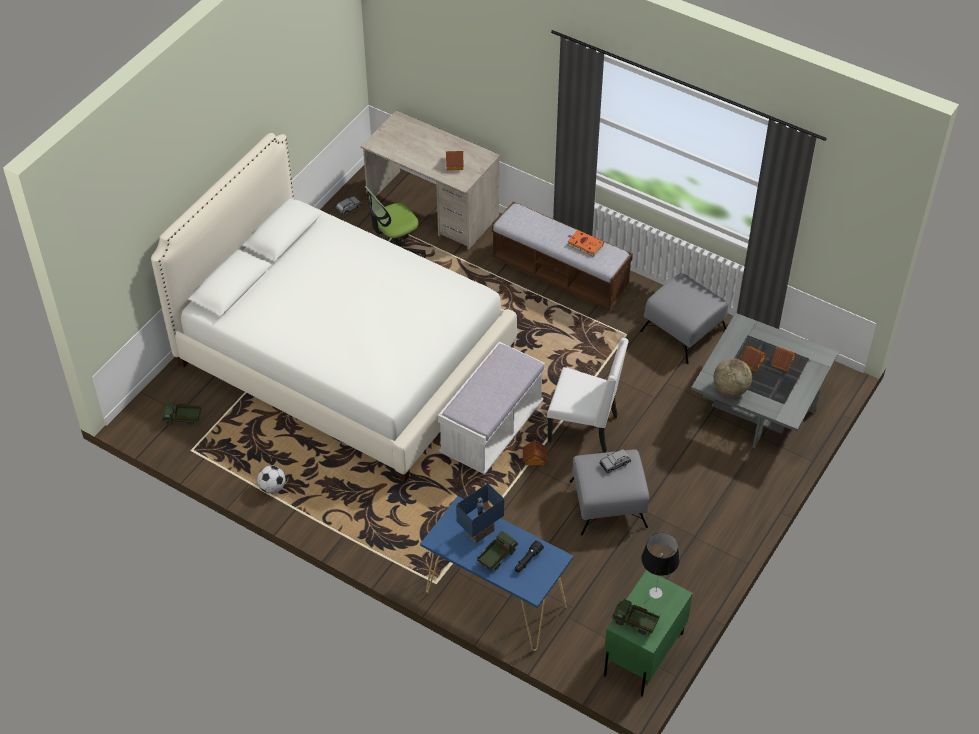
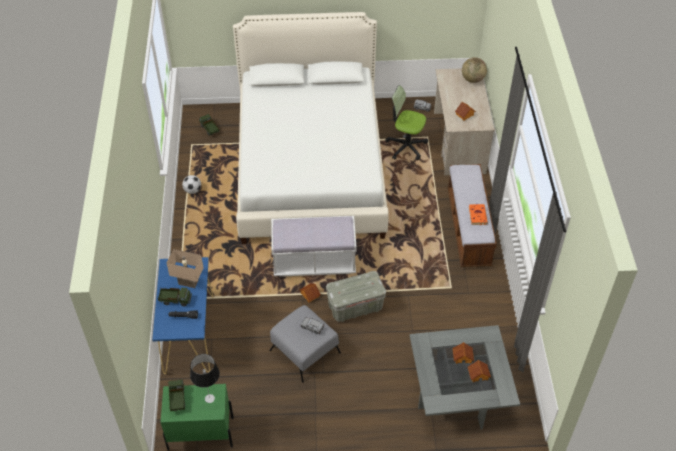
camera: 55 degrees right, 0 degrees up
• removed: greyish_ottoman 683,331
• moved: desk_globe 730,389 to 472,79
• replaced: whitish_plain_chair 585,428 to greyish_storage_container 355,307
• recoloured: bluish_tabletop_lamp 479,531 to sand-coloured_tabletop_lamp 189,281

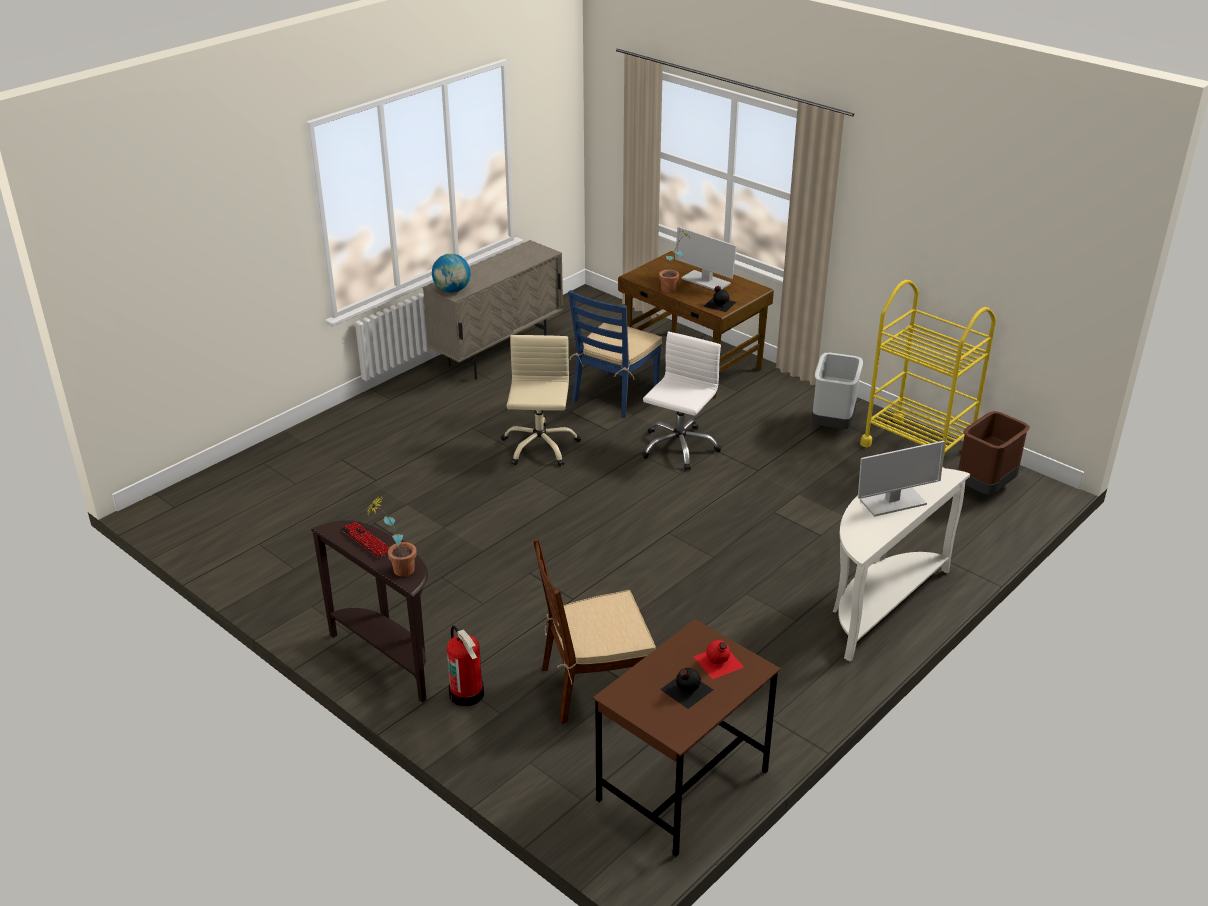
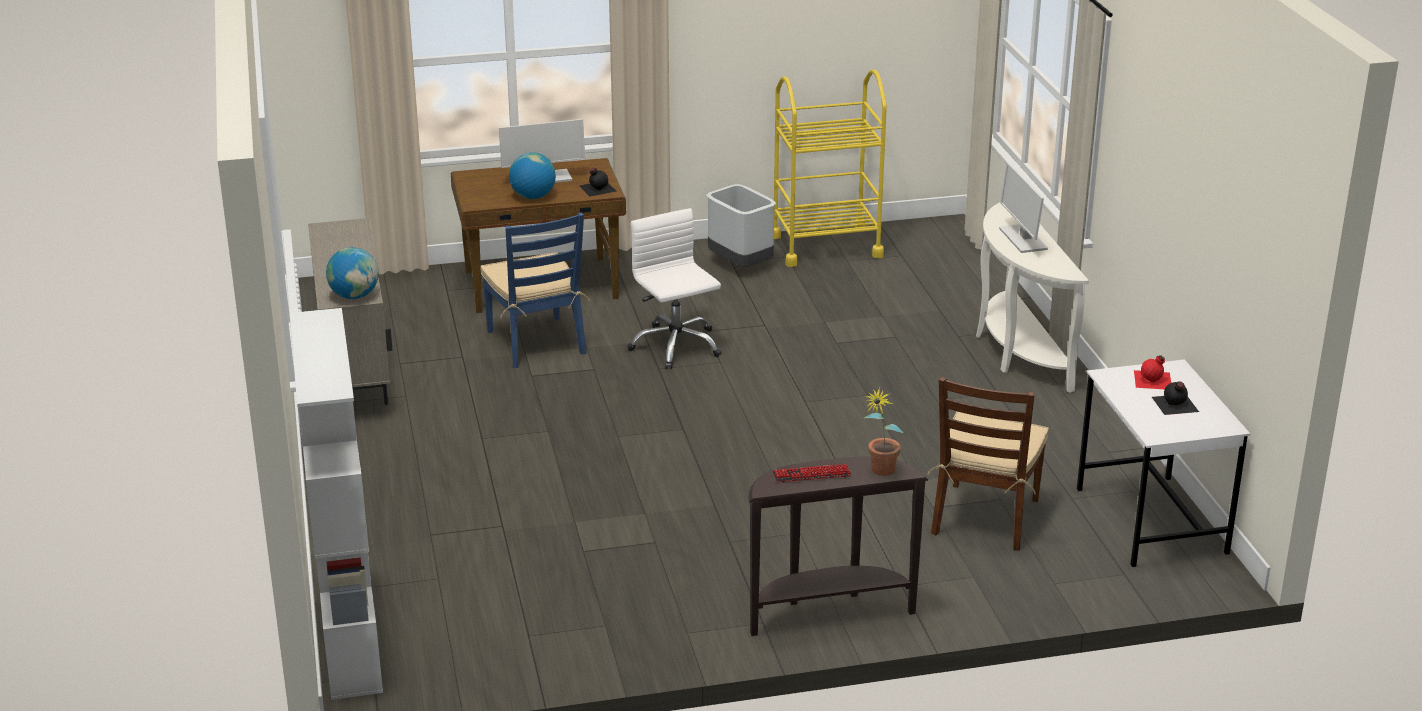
camera: 55 degrees left, 5 degrees down
• removed: fire-fighting_cylinder 467,694
• removed: sand-coloured_desk_chair 539,446
• removed: brown-coloured_rubbish_bin 984,487
• added: whitish_bookshelf 350,641
• replaced: houseplant 673,289 to desk_globe 533,197
• recoloured: brown-coloured_desk_table 683,787 to whitish_desk_table 1152,521
• turned: computer_display 892,503 = 1022,239 150 degrees clockwise

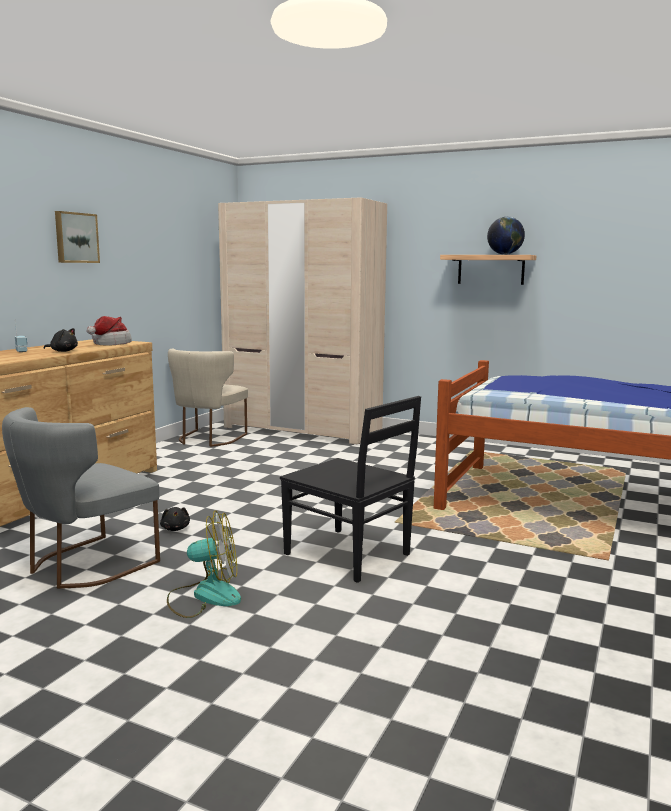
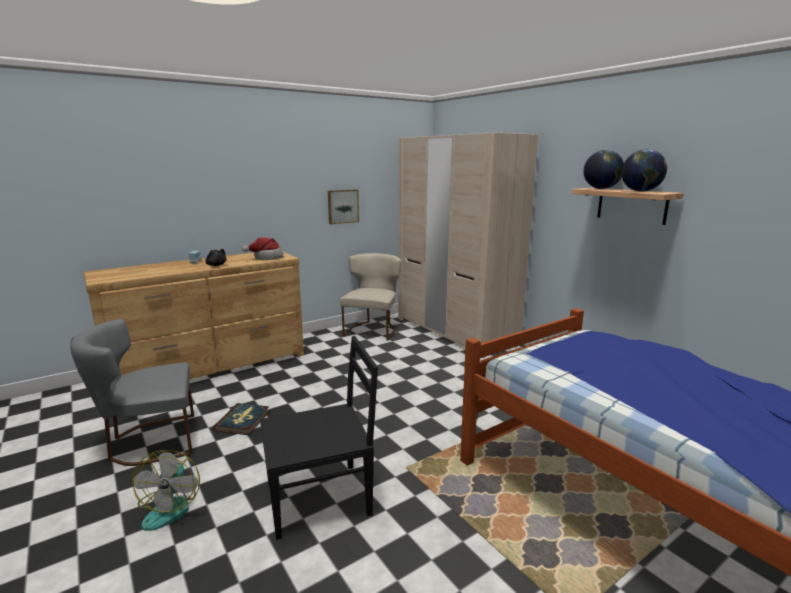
camera: 30 degrees right, 5 degrees up
• added: desk_globe 601,189
• moved: wall_picture 76,238 to 342,206
• replaced: black_soft_toy 175,529 to volume 243,421
• turned: cooling_fan 205,596 = 170,507 60 degrees clockwise
• turned: sand-coloured_plain_chair 208,439 = 373,329 150 degrees clockwise
• turned: black_plain_chair 349,555 = 321,498 90 degrees counterclockwise

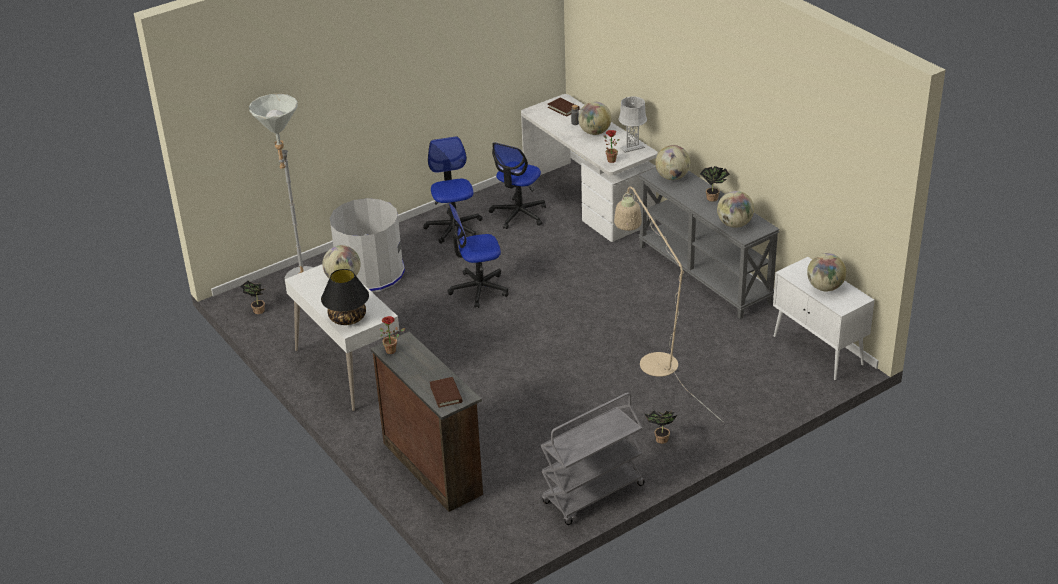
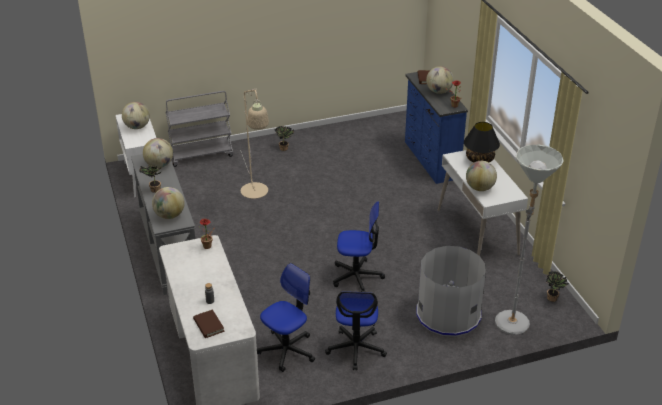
camera: 165 degrees left, 0 degrees up
• removed: greyish_tabletop_lamp 632,147
• moved: greyish_cart 593,495 to 201,154
• moved: desk_globe 594,132 to 439,91
• recoloured: brown-coloured_dresser 433,467 to bluish_dresser 430,160

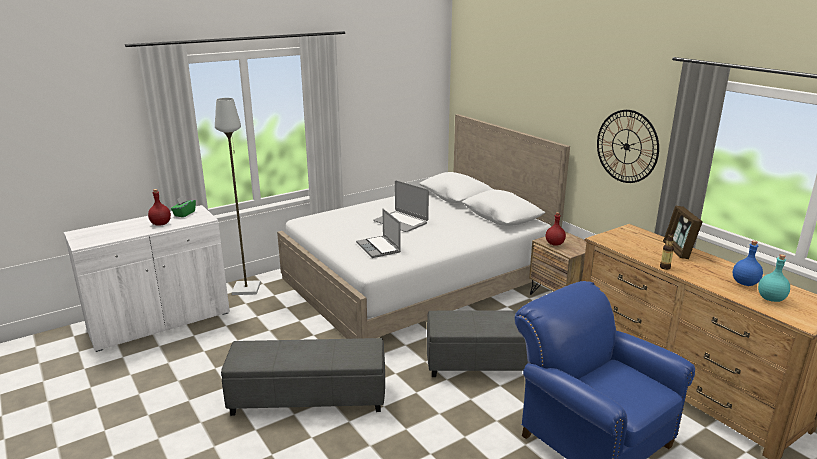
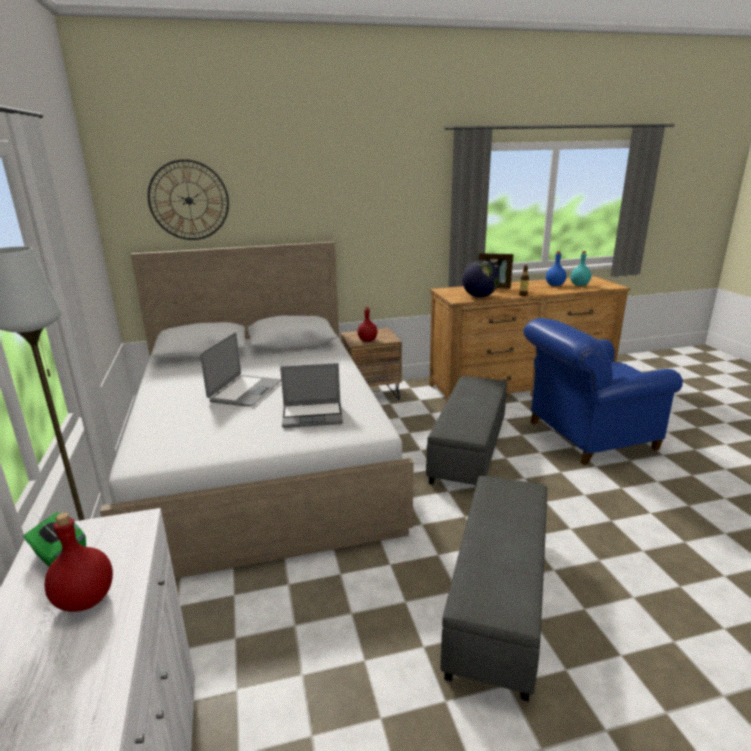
camera: 70 degrees left, 0 degrees up
• added: desk_globe 479,296
• moved: clock_on_the_wall 626,146 to 189,200
• turned: notebook_computer 401,222 = 245,391 45 degrees counterclockwise

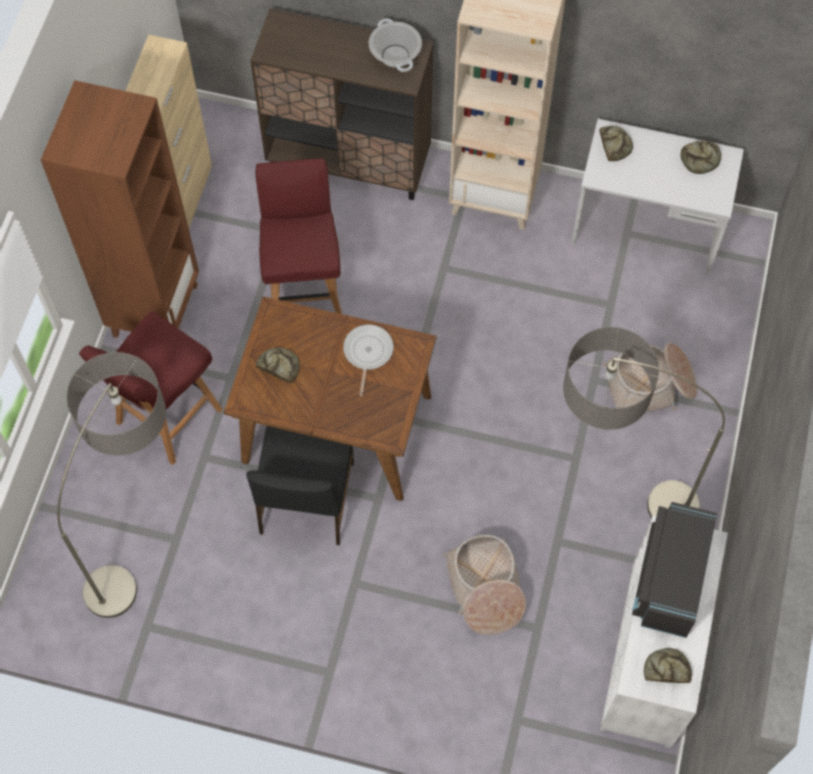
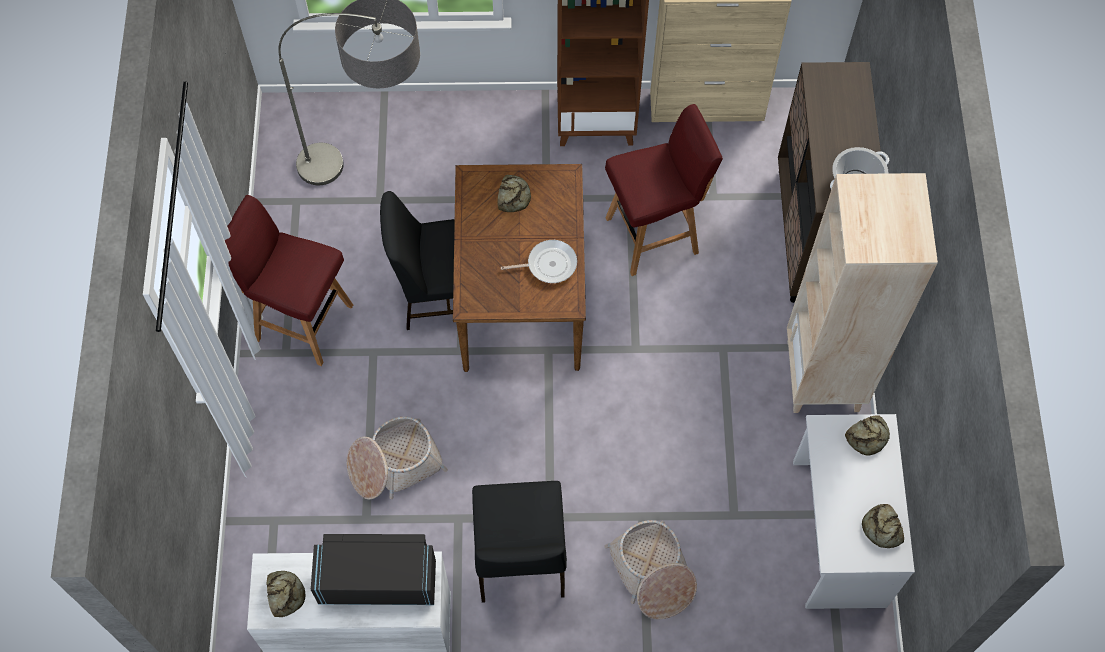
camera: 75 degrees right, 0 degrees up
• moved: red-coloured_stool_seat 167,418 to 301,321
• replaced: standard_lamp 610,495 to black_plain_chair 519,558

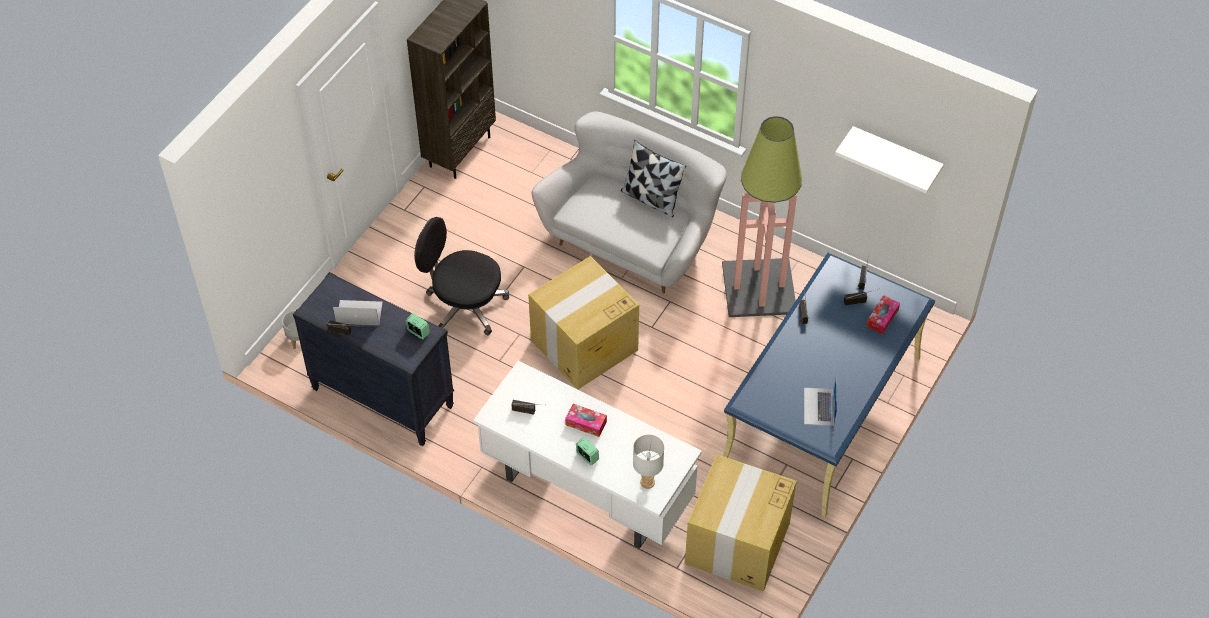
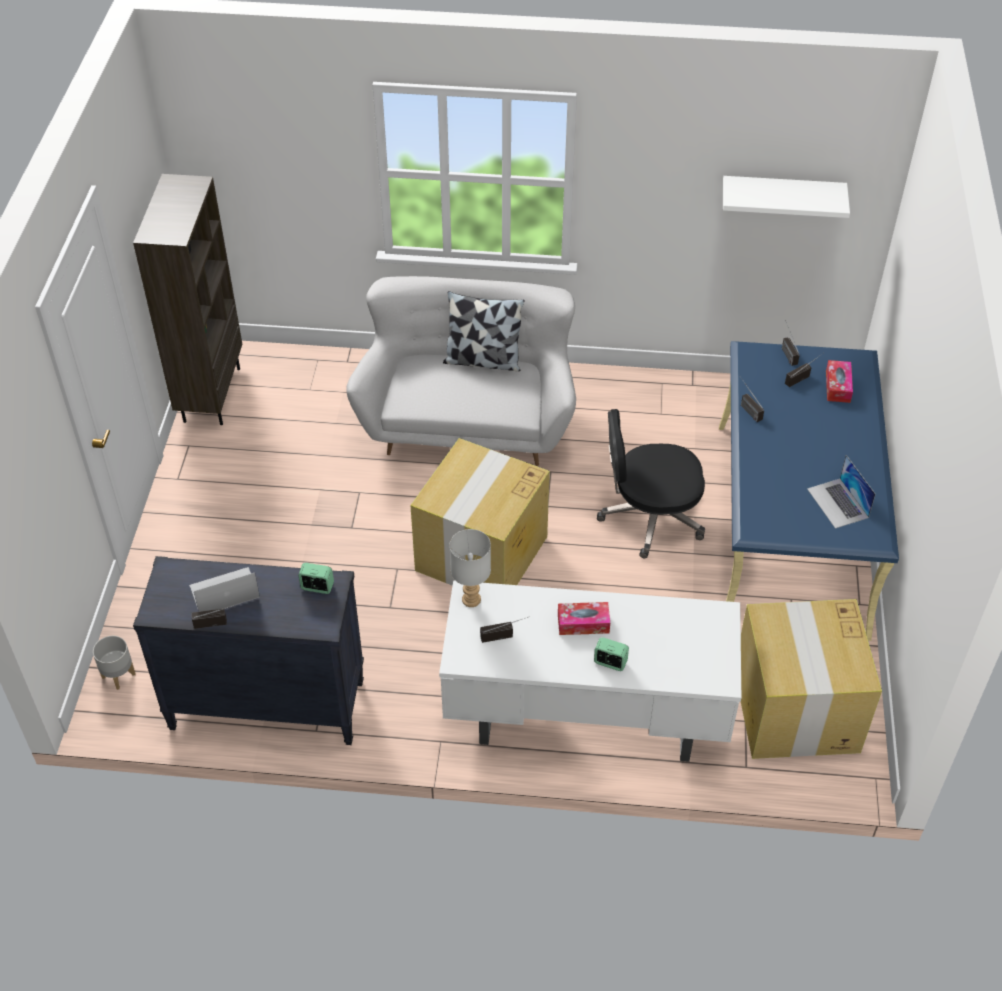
camera: 25 degrees left, 5 degrees down
• removed: standard_lamp 758,287
• moved: black_desk_chair 464,305 to 649,517
• moved: greyish_tabletop_lamp 648,483 to 472,600

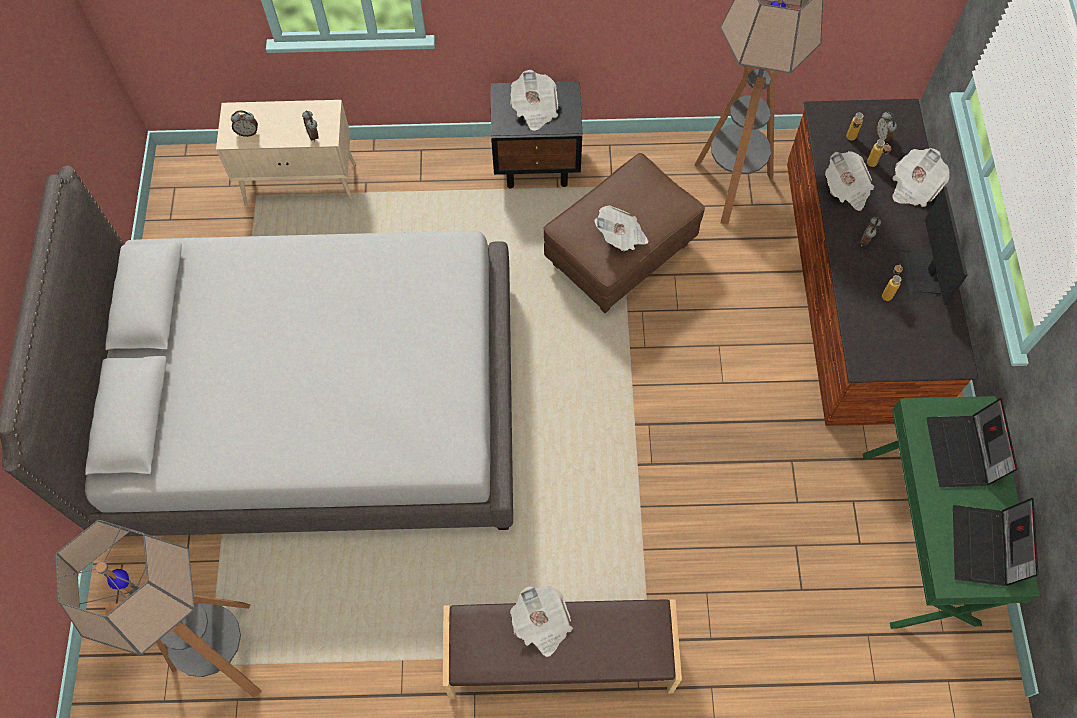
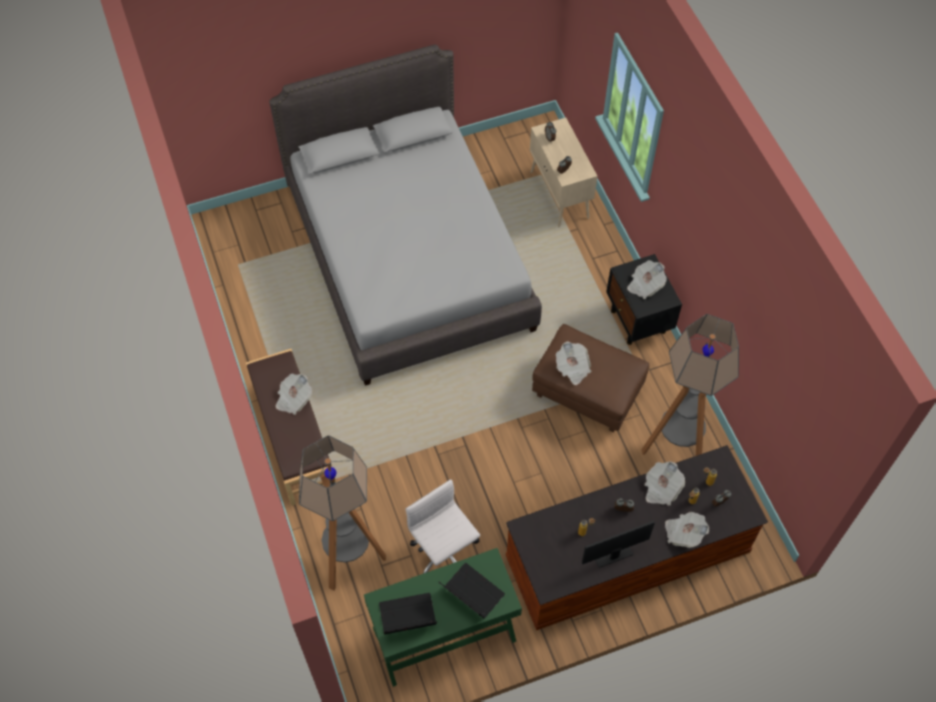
camera: 70 degrees right, 5 degrees down
• added: whitish_desk_chair 444,553
• moved: standard_lamp 225,654 to 350,559
• turned: notebook_computer 963,453 = 470,594 60 degrees clockwise

